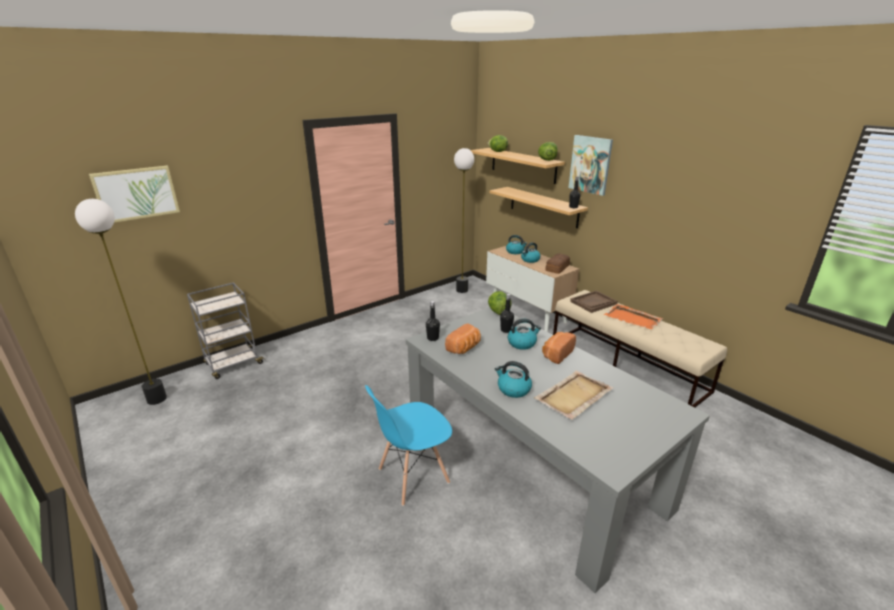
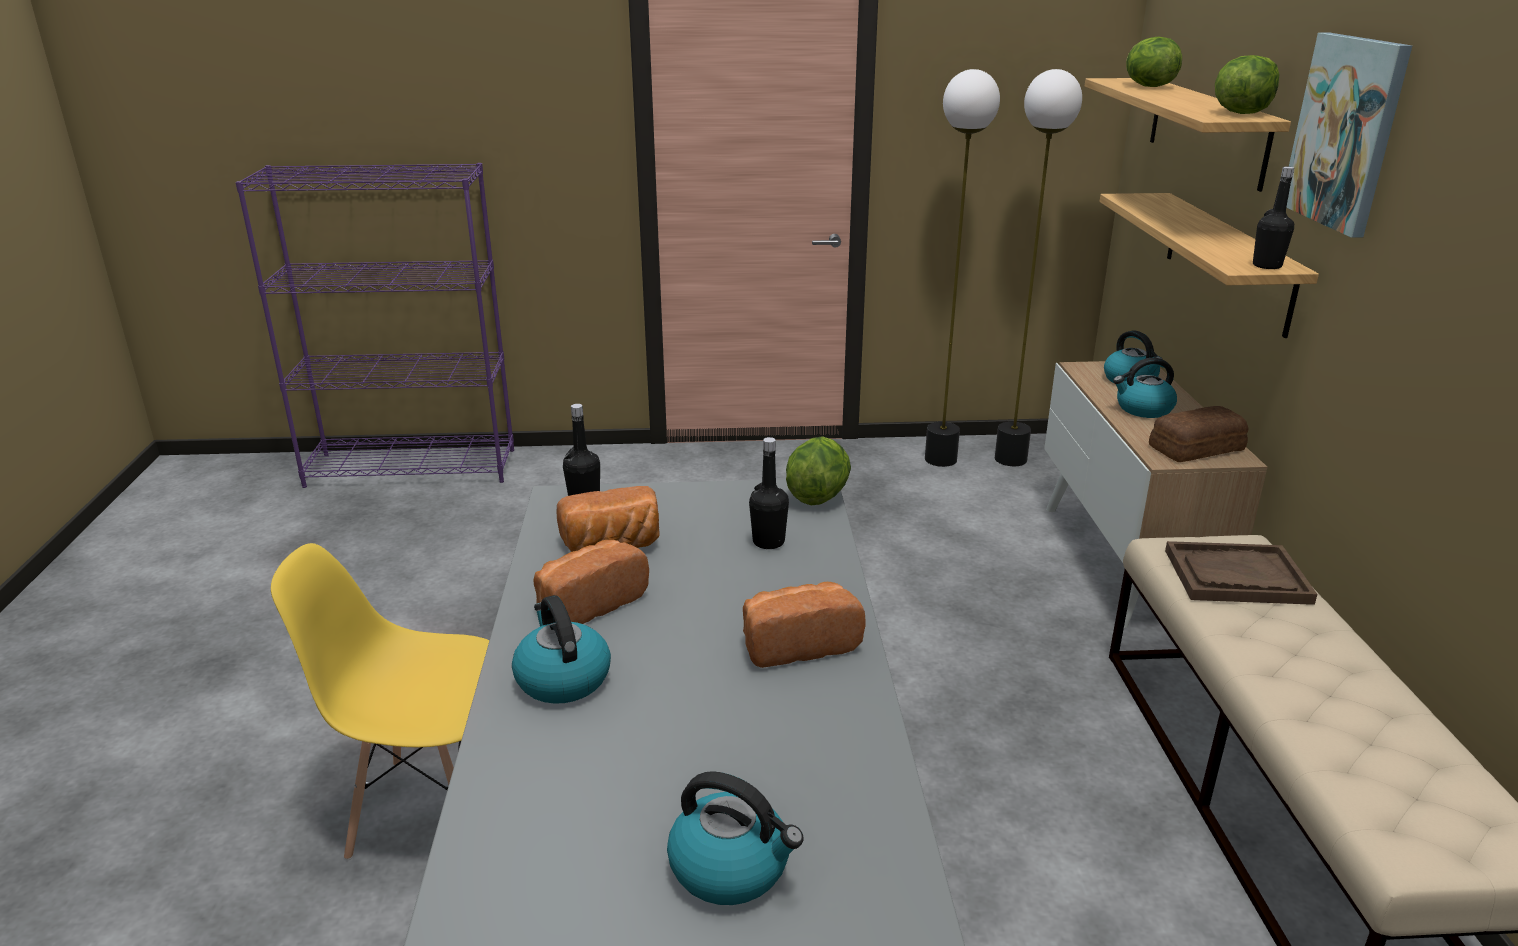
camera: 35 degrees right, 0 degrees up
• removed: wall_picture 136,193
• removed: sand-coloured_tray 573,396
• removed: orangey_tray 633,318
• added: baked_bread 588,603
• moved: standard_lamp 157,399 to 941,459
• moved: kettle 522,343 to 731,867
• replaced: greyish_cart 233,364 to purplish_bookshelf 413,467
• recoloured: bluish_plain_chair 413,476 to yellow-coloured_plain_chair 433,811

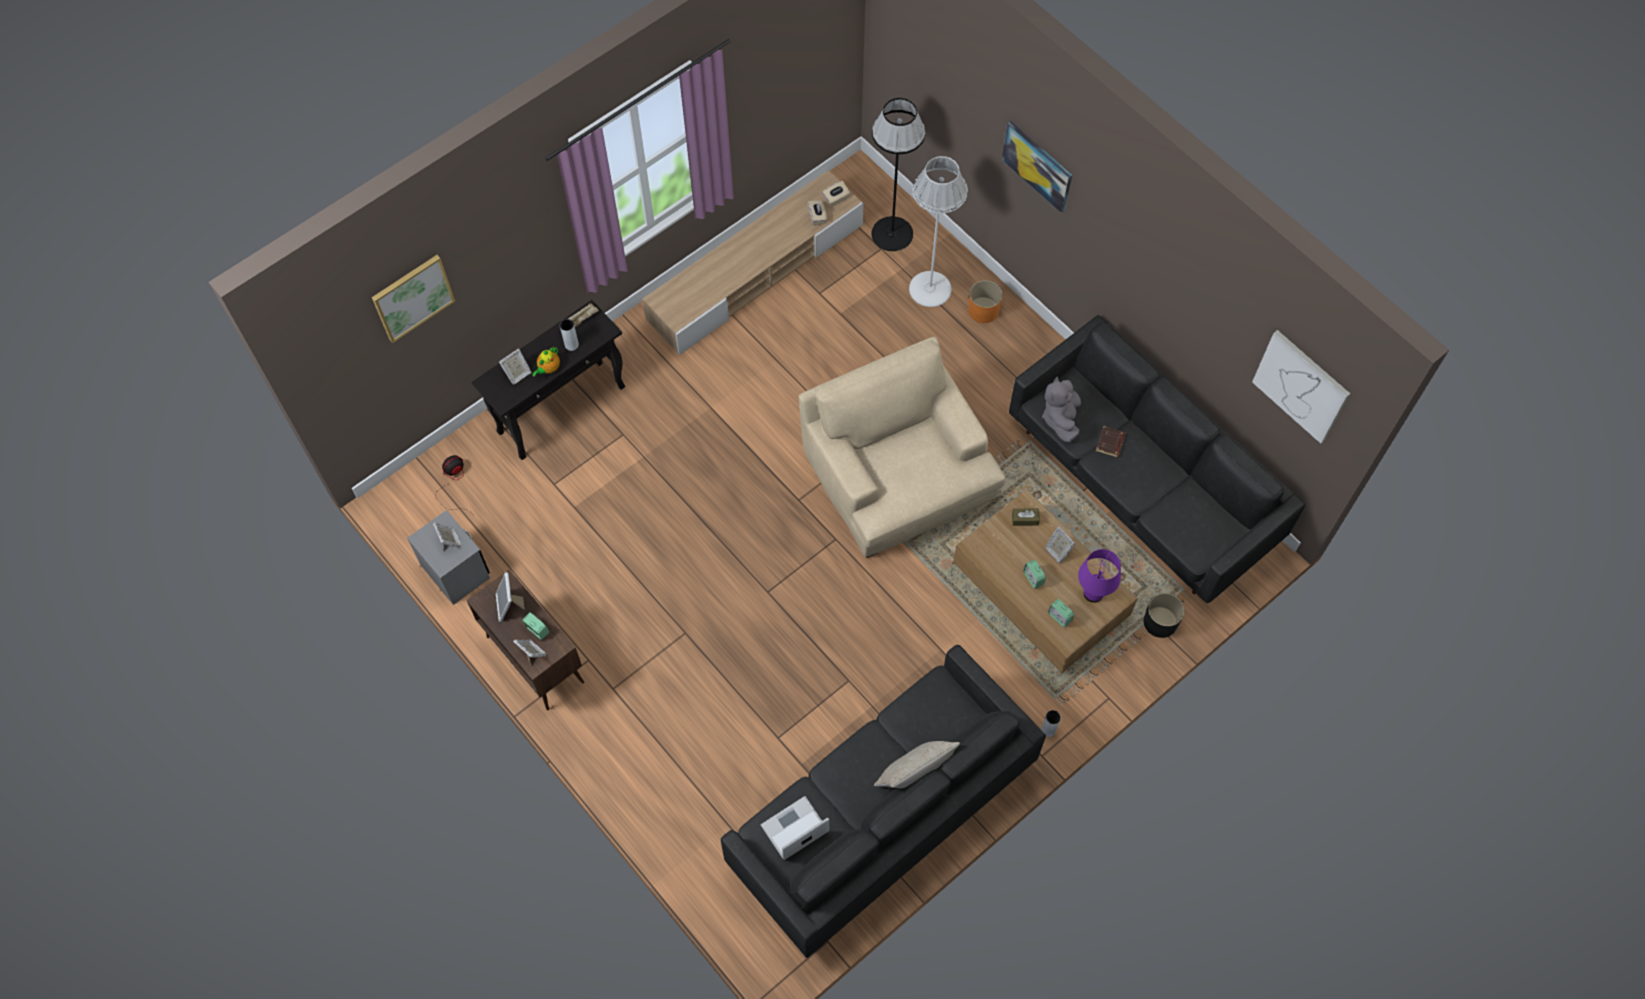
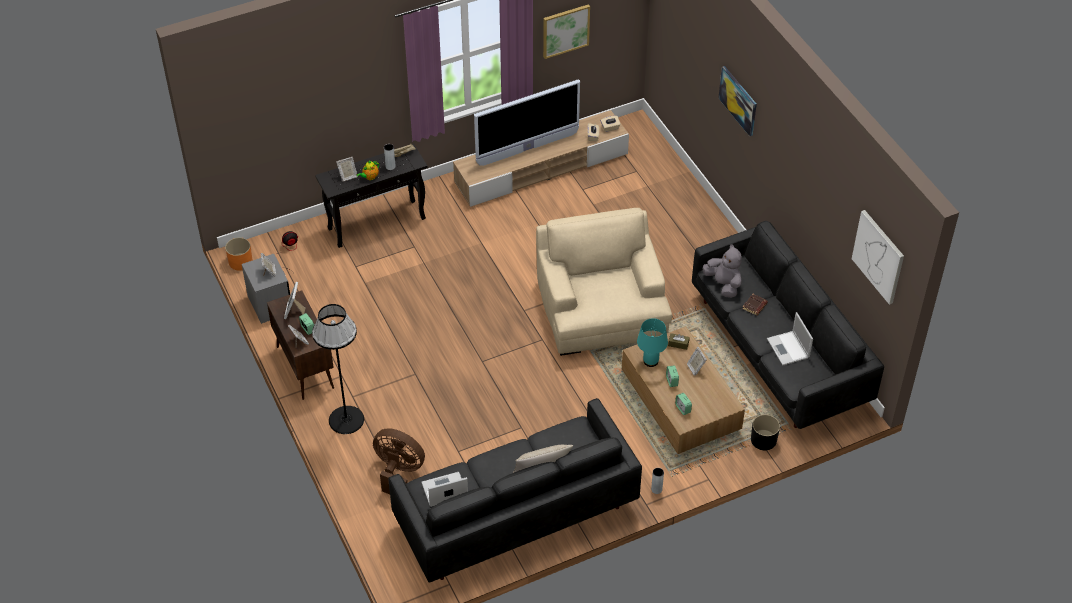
camera: 15 degrees right, 15 degrees down
• removed: whitish_standard_lamp 930,288
• removed: purplish_tabletop_lamp 1093,592
• added: brown-coloured_cooling_fan 399,472
• added: television 527,149
• added: turquoise-coloured_tabletop_lamp 650,361
• added: notebook_computer 788,349
• moved: wall_picture 412,297 to 565,30
• moved: black_standard_lamp 892,234 to 346,420
• moved: orangey_planter 983,310 to 240,262
• turned: greyish_soft_toy 1061,419 = 723,284 120 degrees clockwise

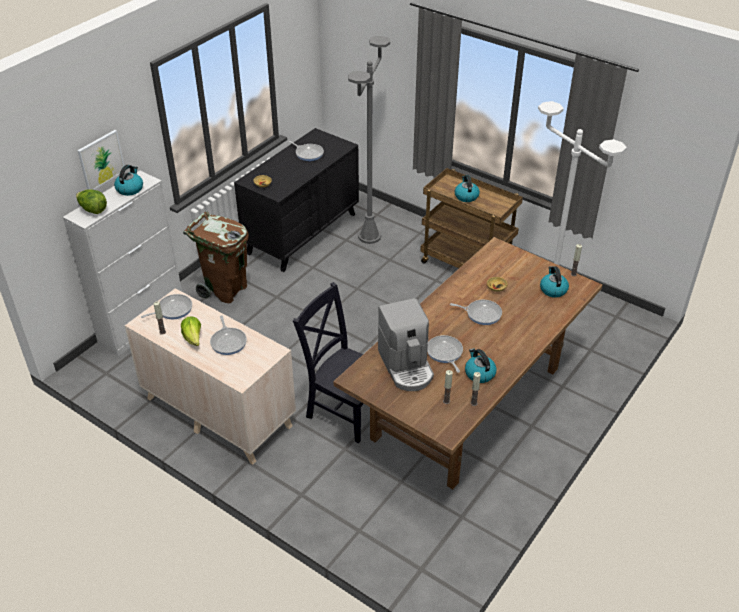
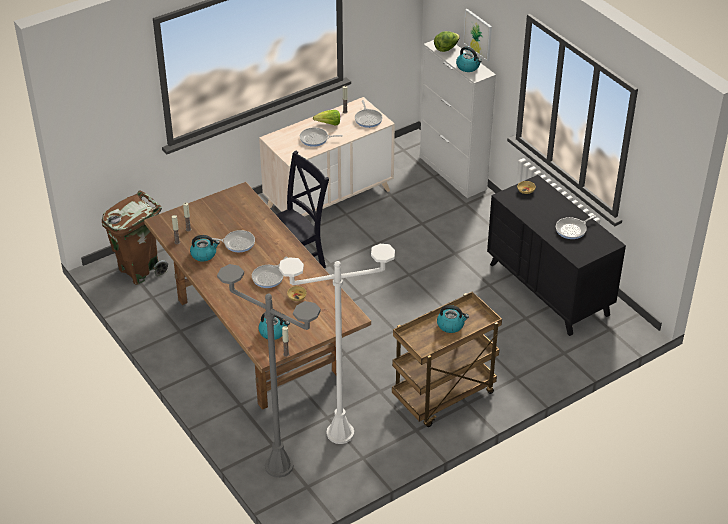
camera: 110 degrees right, 0 degrees up
• removed: coffee_brewer 406,366
• moved: brown-coloured_rubbish_bin 226,290 to 139,270
• moved: greyish_standard_lamp 369,236 to 279,466

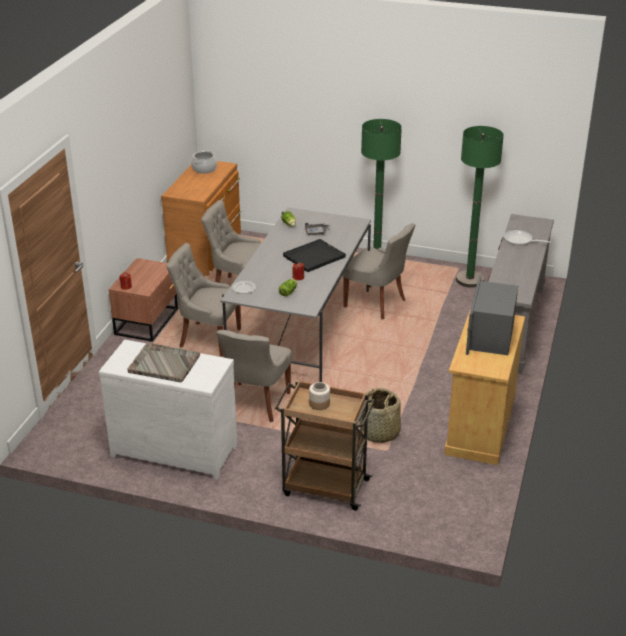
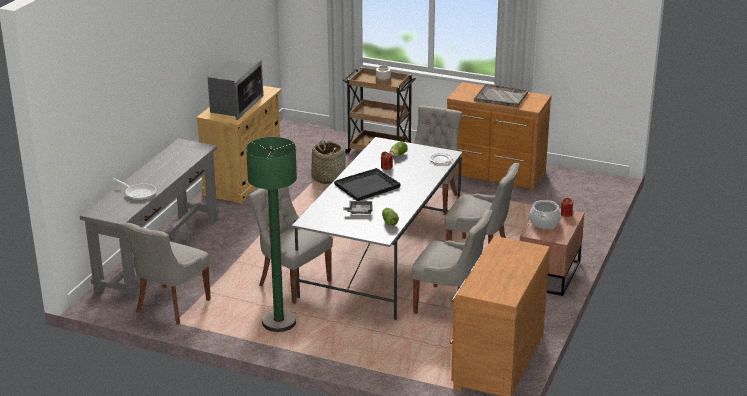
camera: 175 degrees left, 5 degrees down
• moved: saucepot 204,169 to 544,223
• replaced: greenish_standard_lamp 469,280 to greyish_plain_chair 171,306
• recoloured: whitish_dresser 174,448 to brown-coloured_dresser 495,175

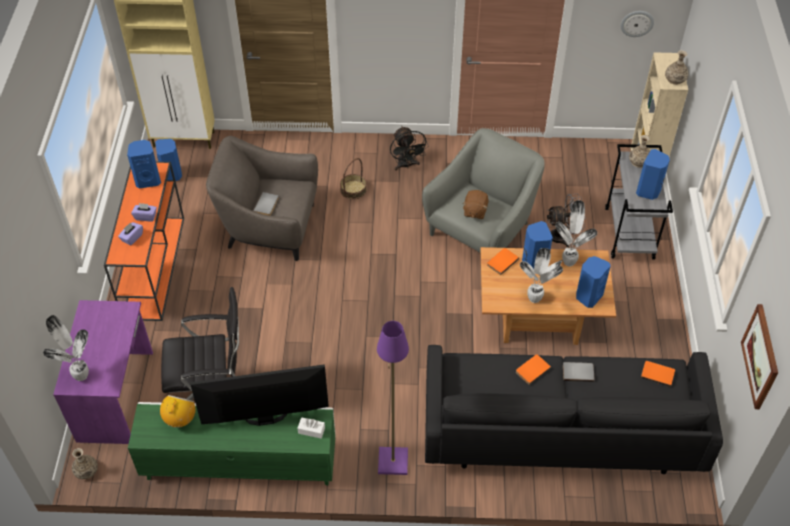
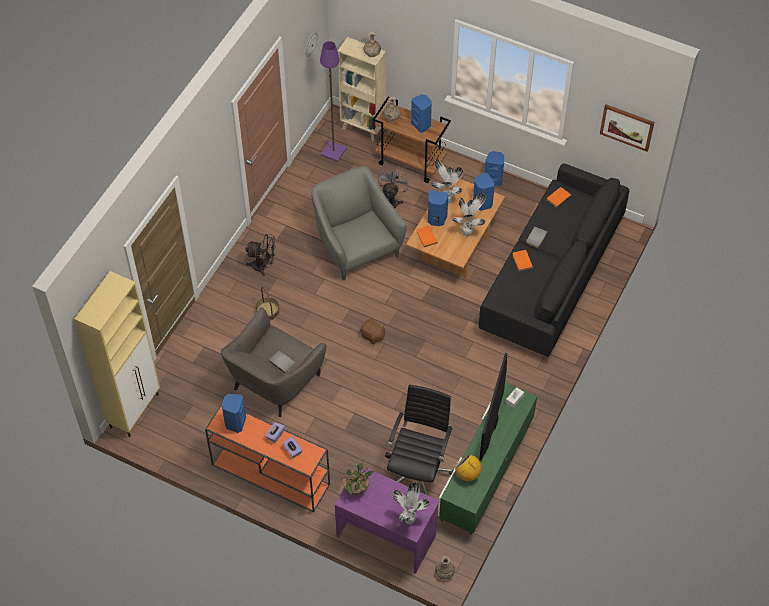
camera: 65 degrees left, 5 degrees up
• added: houseplant 356,488
• moved: bluish_speaker 172,175 to 493,179
• moved: purplish_standard_lamp 392,462 to 333,152
• moved: brown-coloured_soft_toy 474,211 to 372,336
• recoloured: greyish_cart 630,233 to brown-coloured_cart 411,162

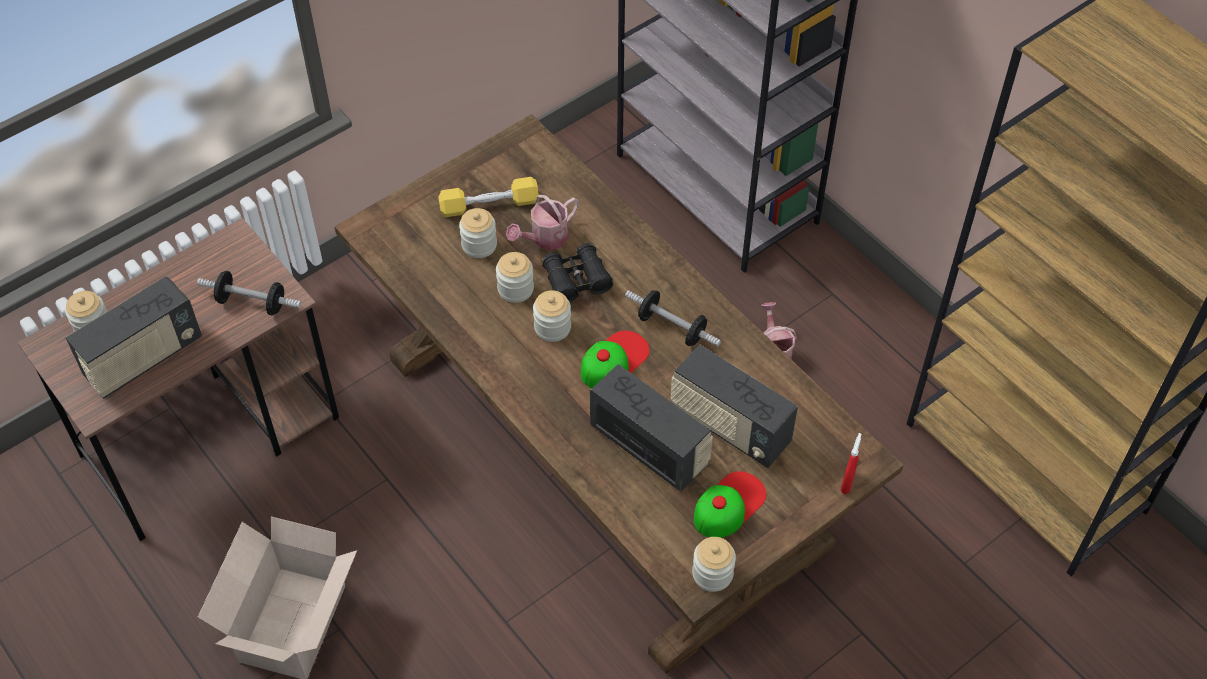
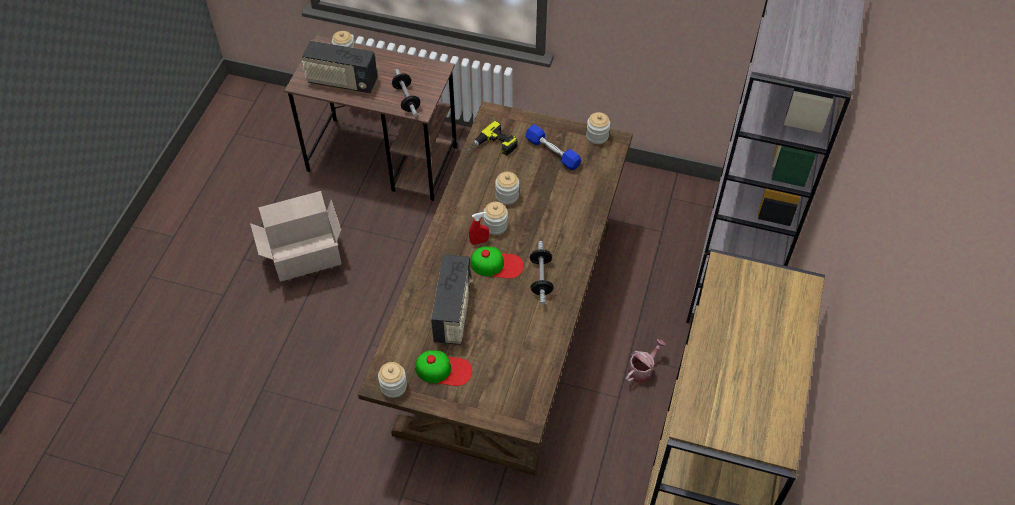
camera: 55 degrees right, 0 degrees up
• removed: watering_pot 545,239
• removed: black_binoculars 576,281
• removed: radio_receiver 729,426
• added: drill 491,148
• moved: storage_jar 479,245 to 597,136
• moved: red-coloured_spray_bottle 847,483 to 479,241
• recoloured: yellow-coloured_dumbbell 489,205 to bluish_dumbbell 552,152

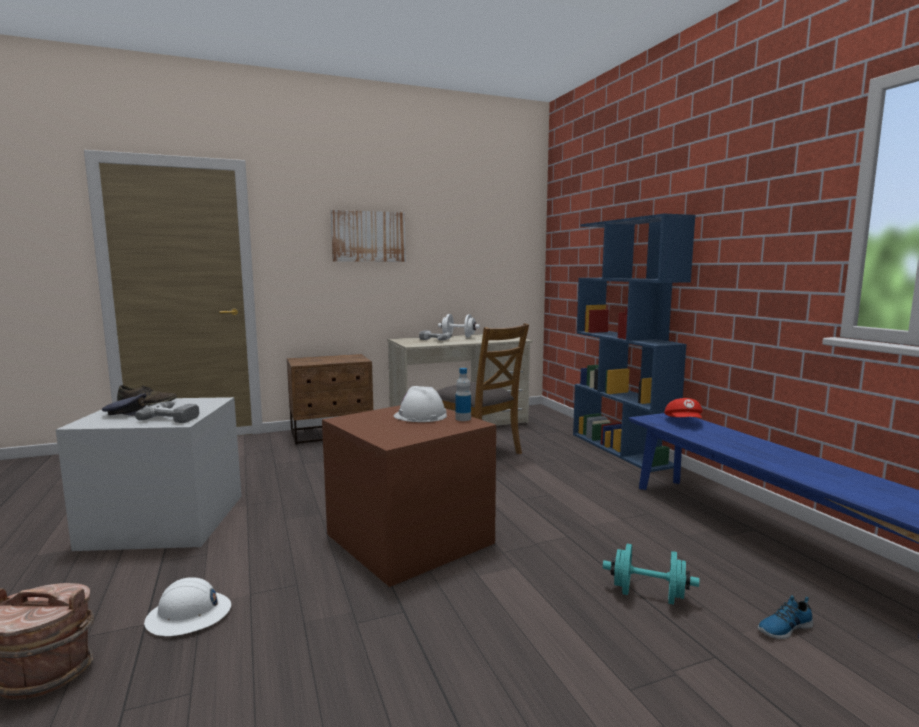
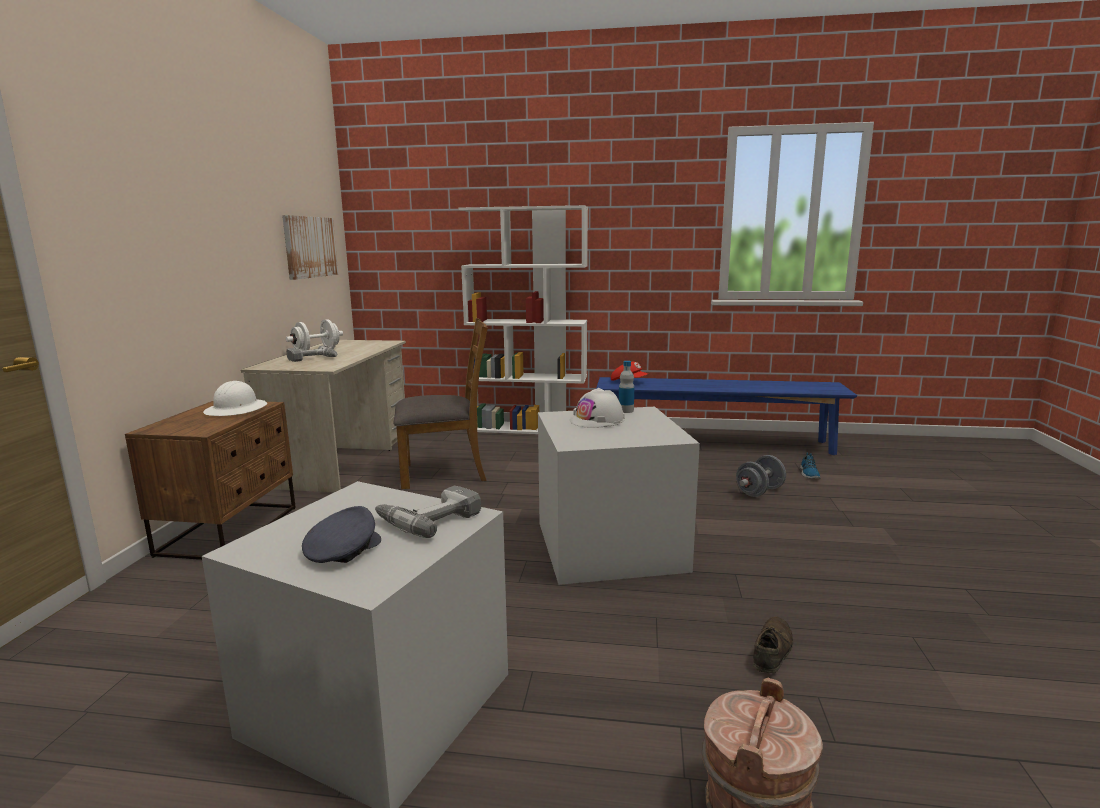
camera: 60 degrees left, 5 degrees up
• moved: brown-coloured_low_shoe 147,403 to 771,650
• moved: whitish_hard_hat 189,616 to 236,410
• moved: wall_picture 368,236 to 310,247
• recoloured: brown-coloured_storage_container 406,538 to greyish_storage_container 608,547
• recoloured: bluish_bookshelf 621,450 to whitish_bookshelf 529,428
• recoloured: turquoise-coloured_dumbbell 648,595 to greyish_dumbbell 759,491

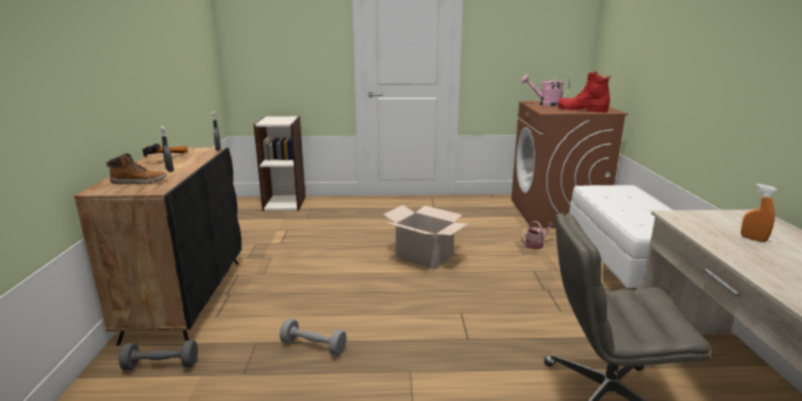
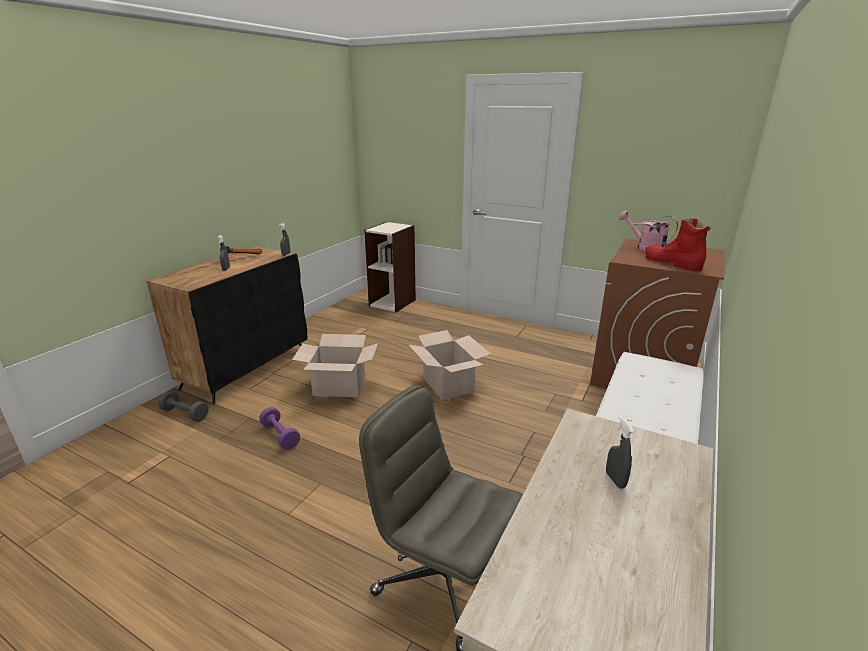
camera: 30 degrees right, 5 degrees up
• removed: tall_boot 139,181
• removed: watering_pot 536,245
• added: packing_box 340,386
• recoloured: greyish_dumbbell 313,347 to purplish_dumbbell 280,436
• recoloured: orangey_spray_bottle 753,239 to greyish_spray_bottle 615,480

